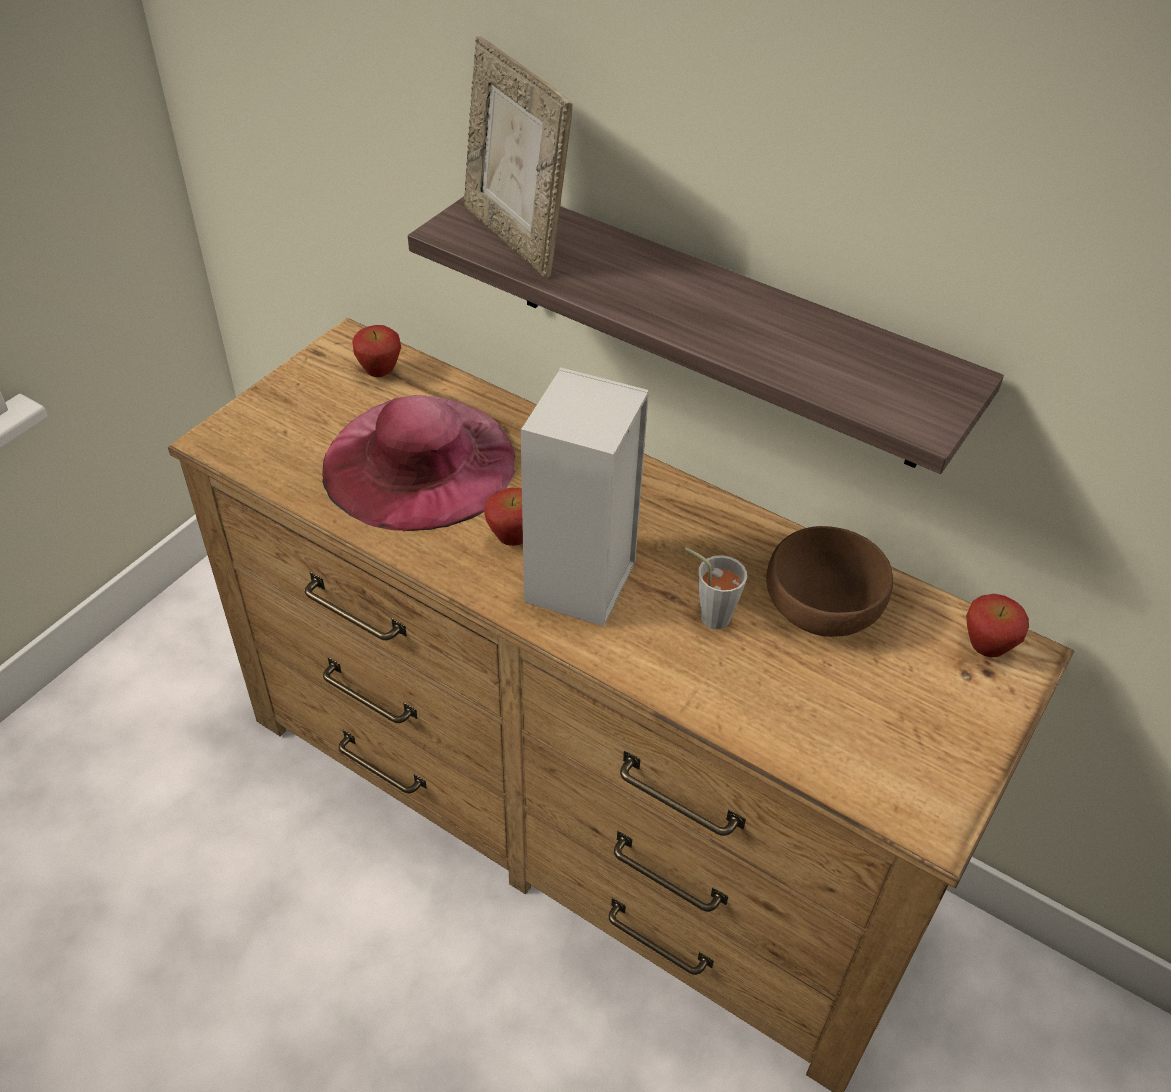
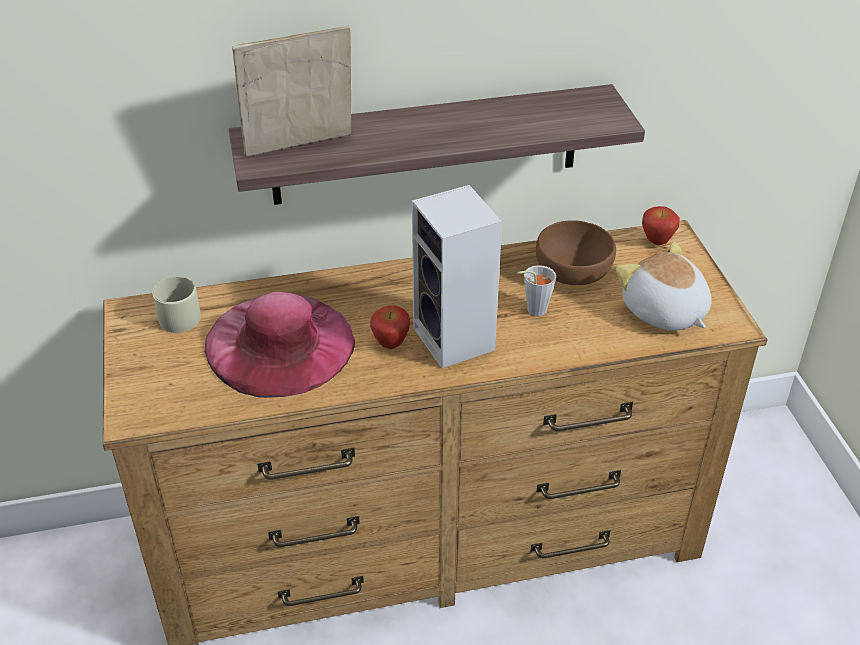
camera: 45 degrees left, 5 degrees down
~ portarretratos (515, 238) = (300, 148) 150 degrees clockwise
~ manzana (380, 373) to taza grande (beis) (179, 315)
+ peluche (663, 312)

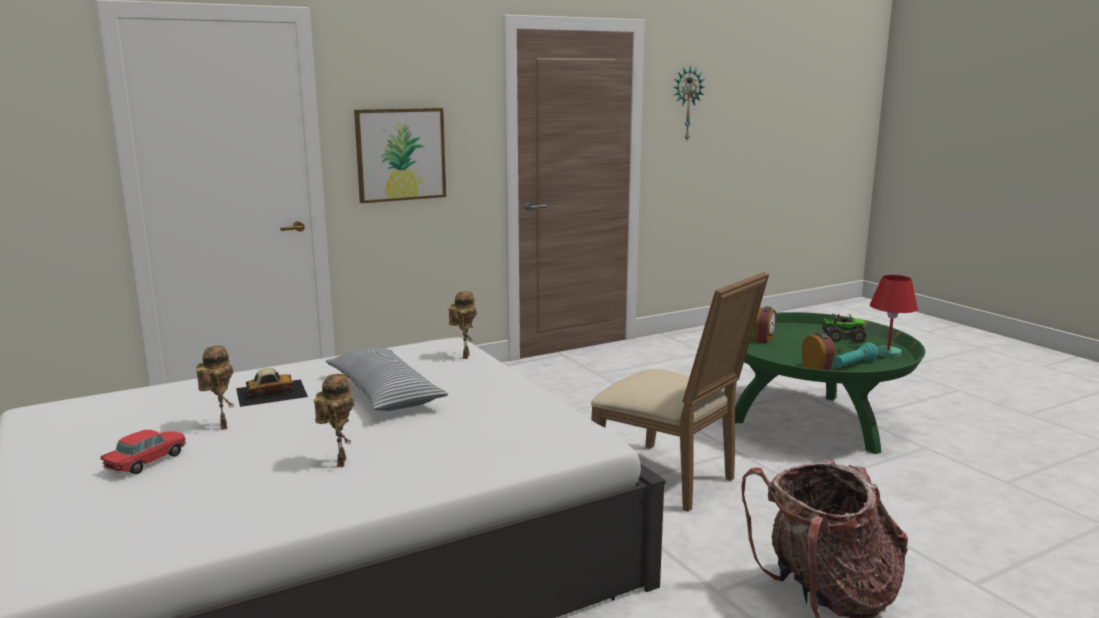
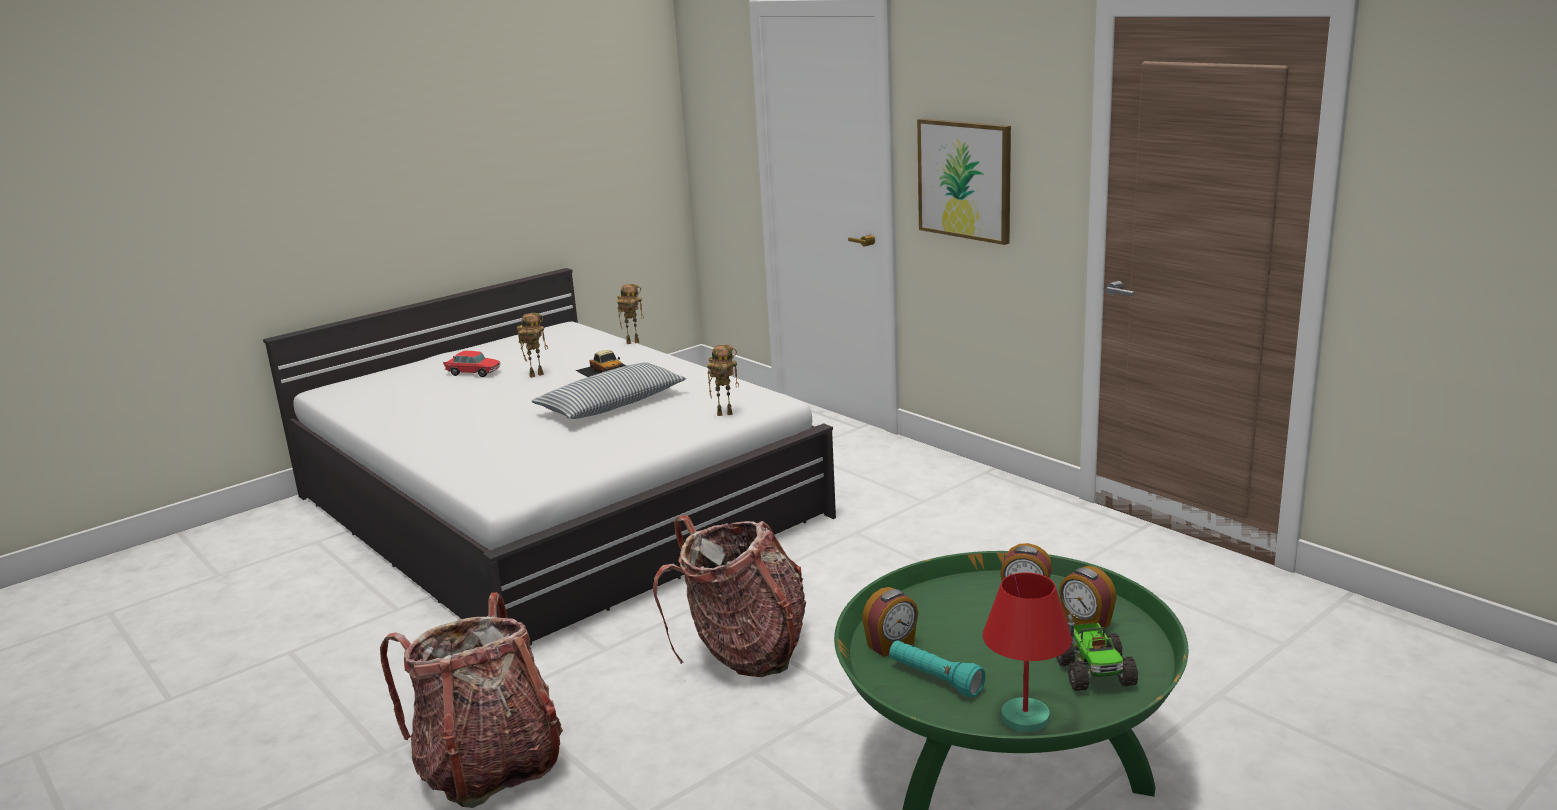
camera: 80 degrees right, 5 degrees up
- reloj de pared (686, 104)
~ silla (beis) (671, 480) to mochila (744, 652)
~ robot de juguete (339, 462) to (633, 342)
+ despertador (1085, 623)

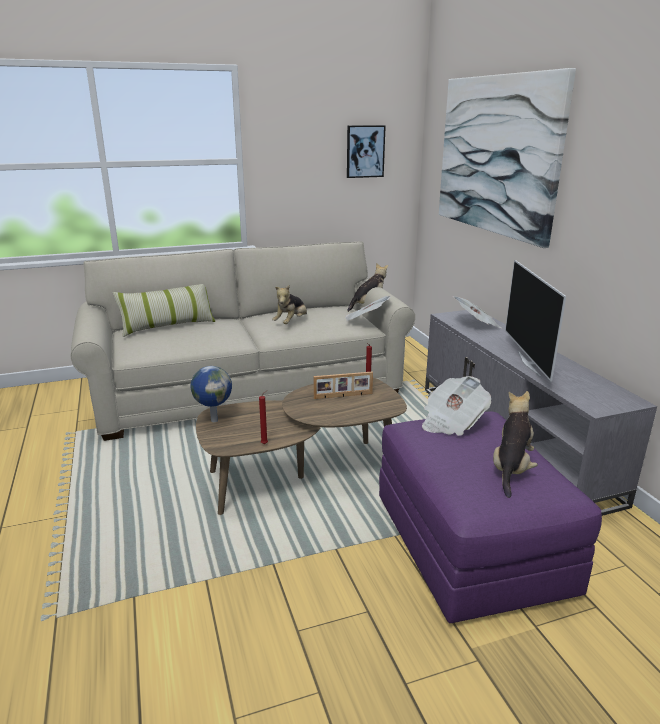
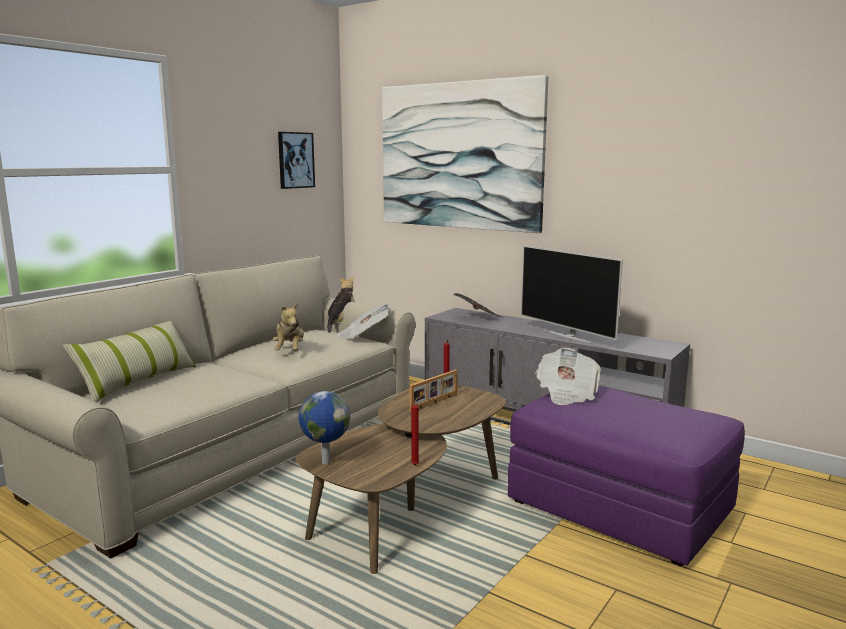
camera: 35 degrees left, 10 degrees down
- peluche (511, 469)

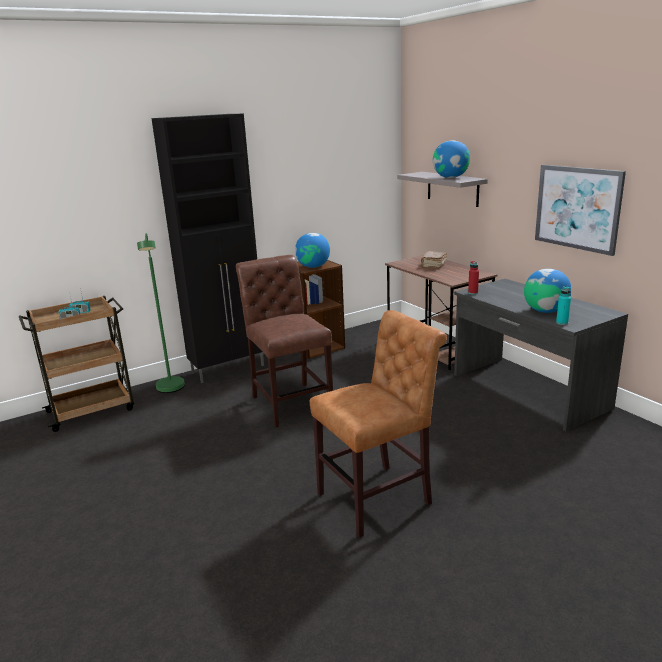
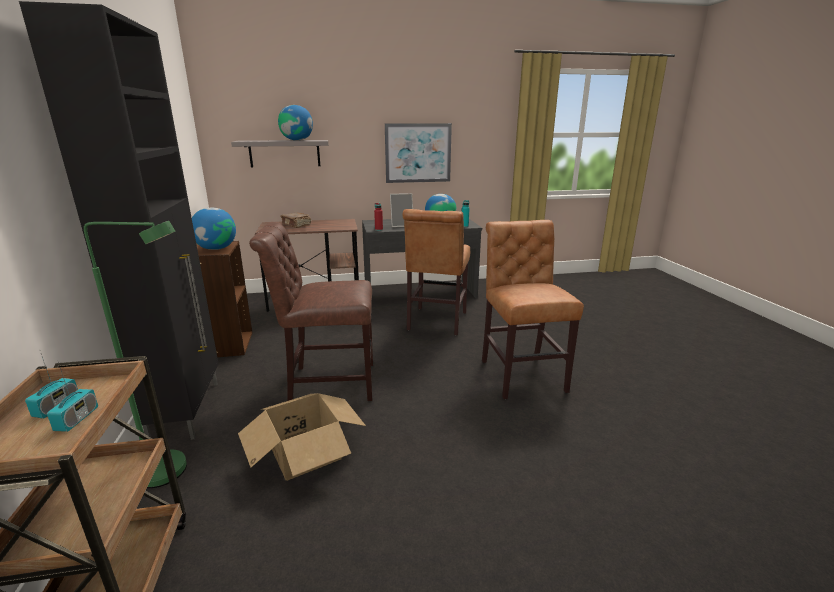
camera: 70 degrees left, 0 degrees up
+ portarretratos (402, 225)
+ silla (marrón) (436, 322)
+ caja de cartón (304, 452)

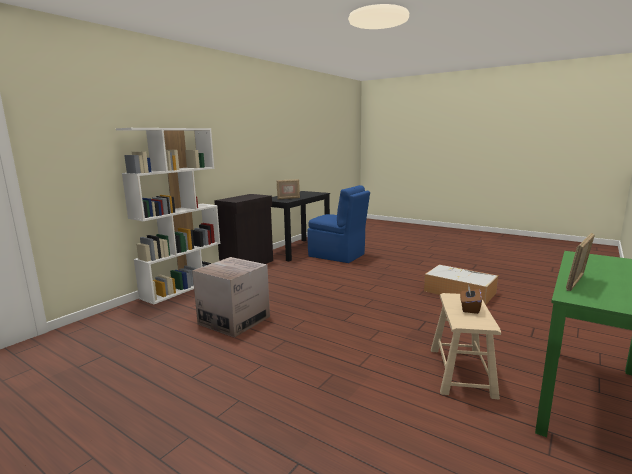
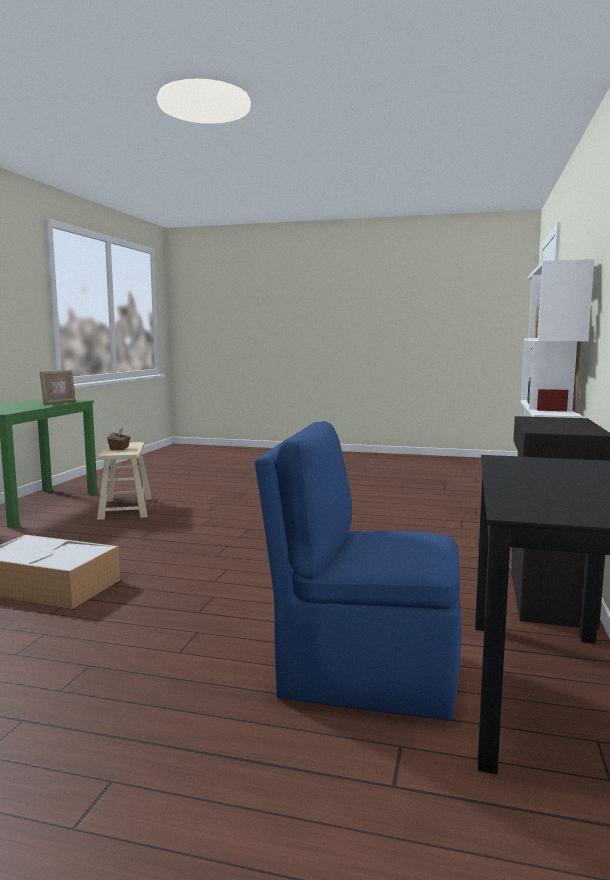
camera: 160 degrees right, 5 degrees down
- portarretratos (288, 198)
- caja de cartón (234, 320)

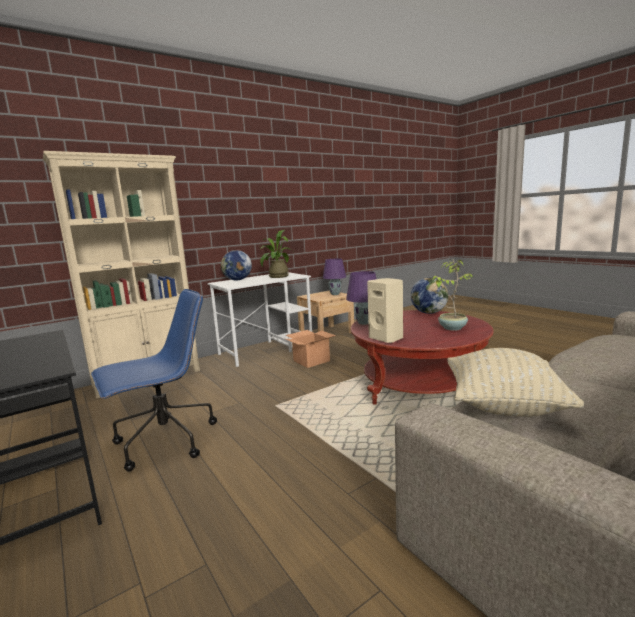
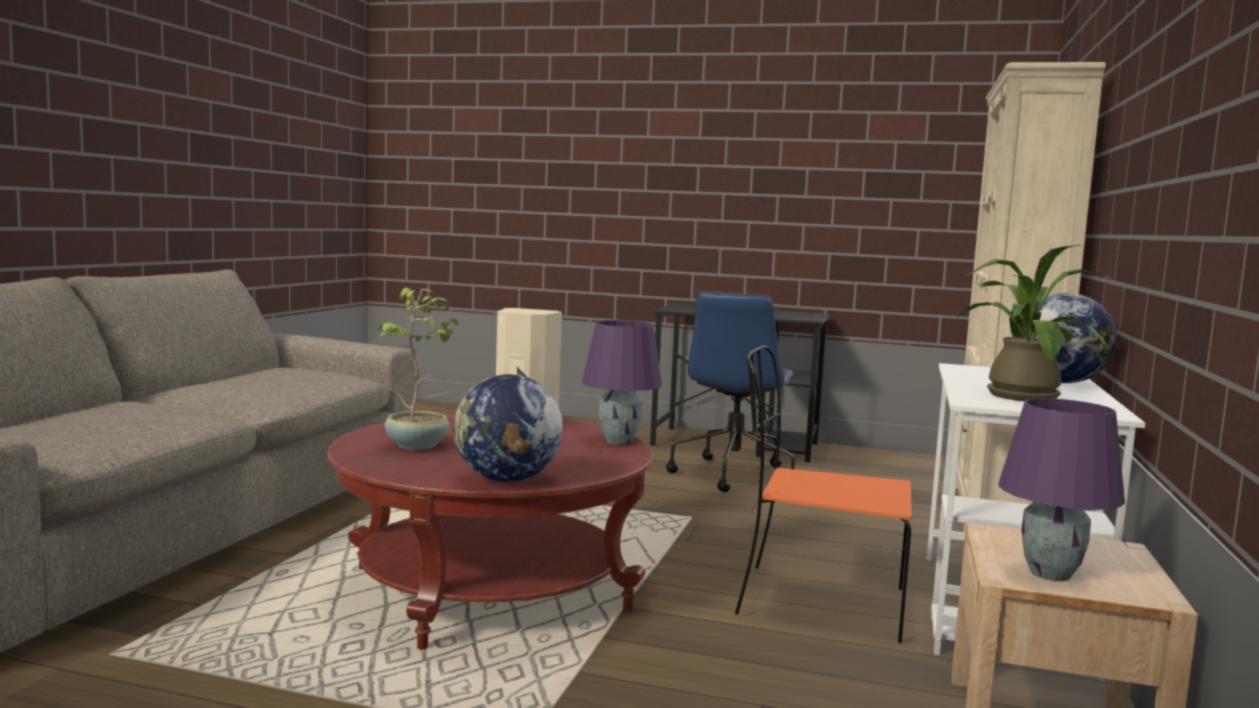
camera: 140 degrees right, 5 degrees down
~ caja de cartón (311, 361) to silla (naranja) (816, 602)
- cojín (beis) (503, 406)

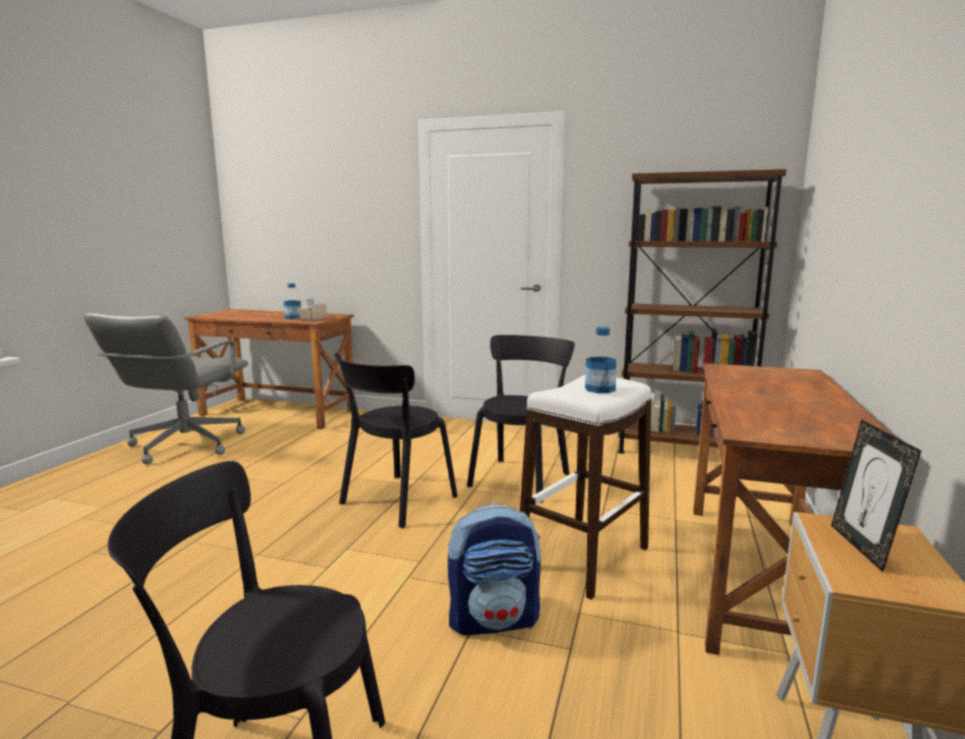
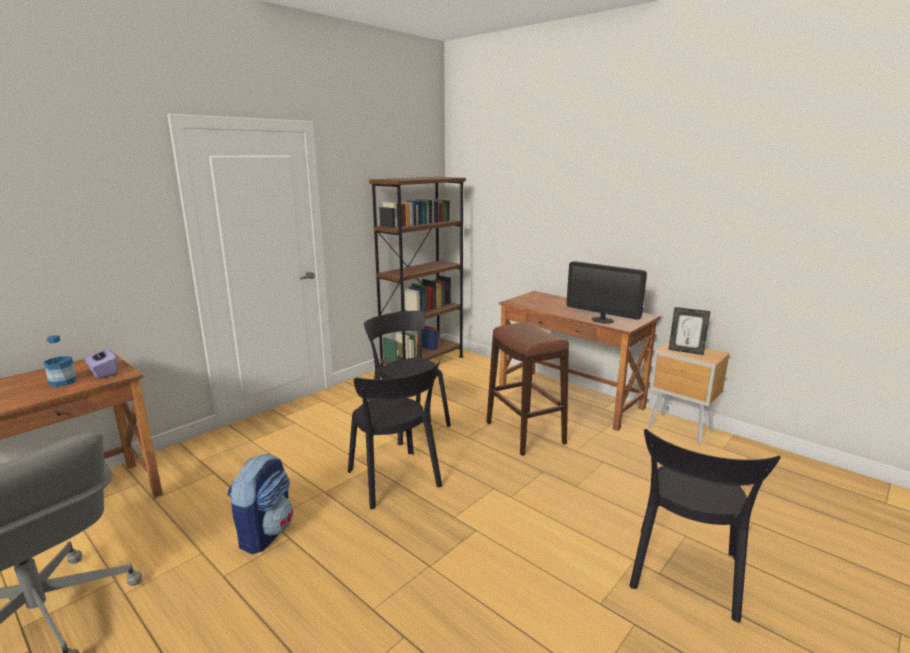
camera: 65 degrees left, 5 degrees up
~ caja de pañuelos (beis) (312, 319) to caja de pañuelos (morado) (103, 373)
- botella (600, 389)
~ taburete (blanco) (583, 556) to taburete (marrón) (524, 433)
~ mochila (494, 620) to (265, 532)
+ monitor (602, 320)

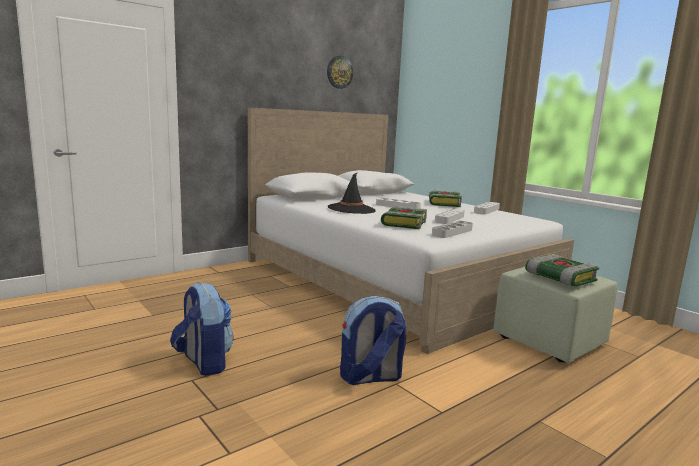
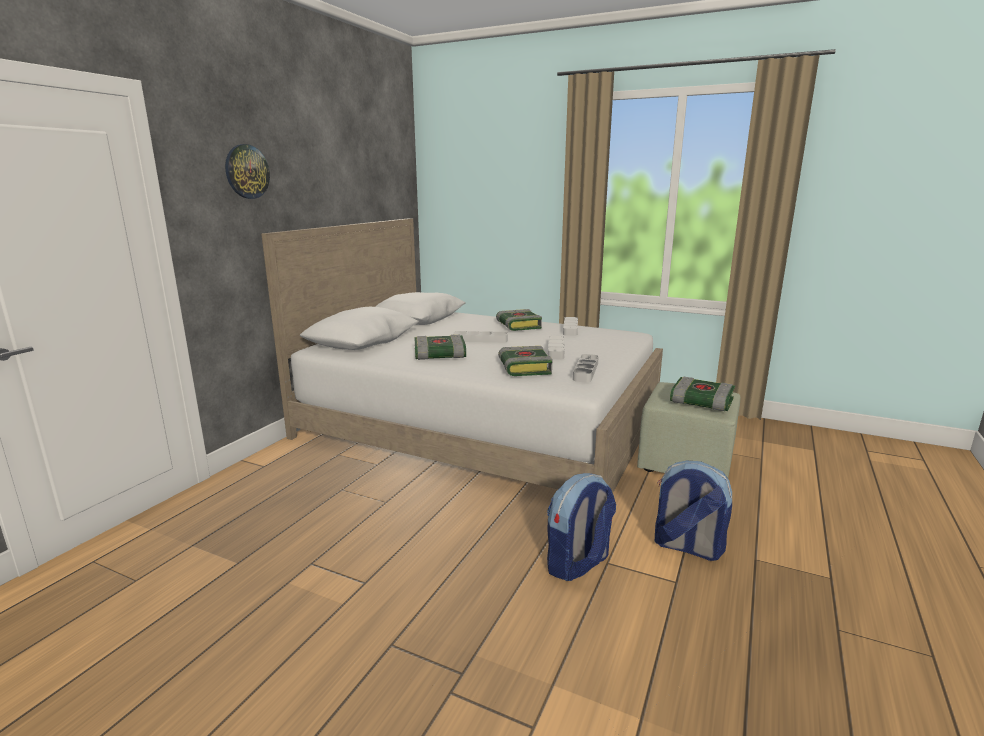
camera: 25 degrees left, 5 degrees up
~ reloj de pared (339, 72) to (246, 171)
~ sombrero (negro) (351, 209) to libro (439, 355)
~ mochila (203, 362) to (686, 547)

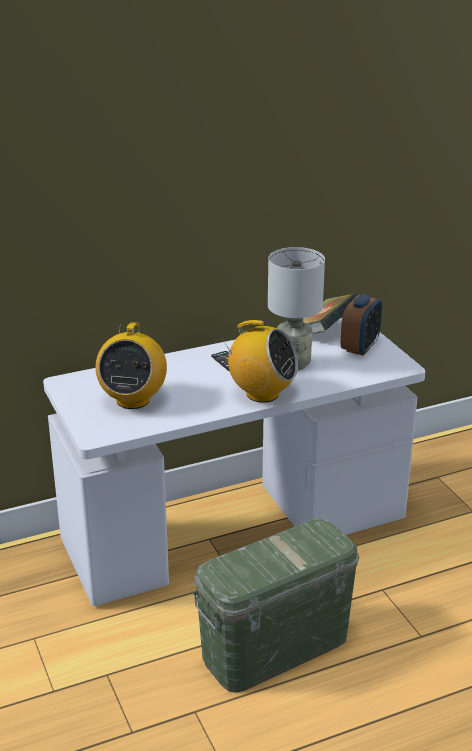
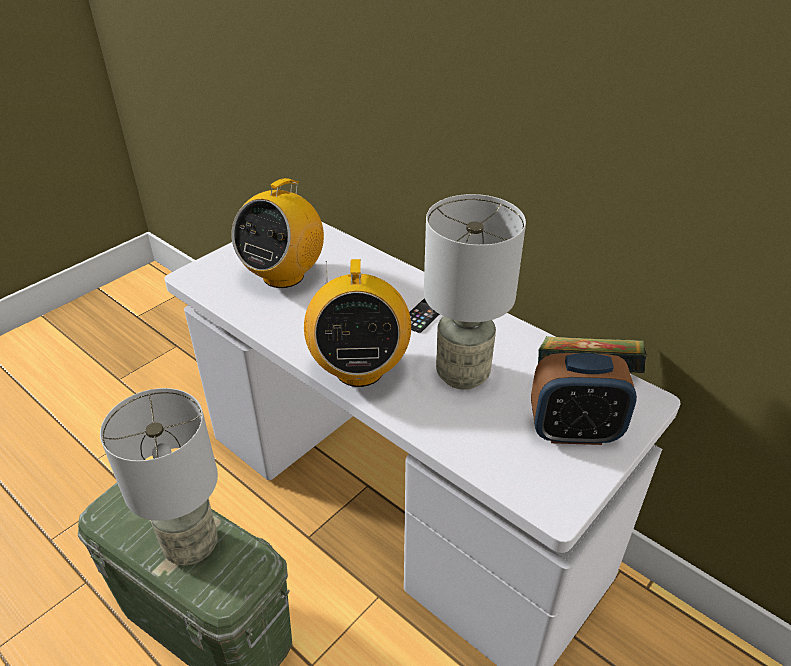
camera: 65 degrees right, 10 degrees up
~ radio (133, 400) = (283, 275) 45 degrees counterclockwise
+ lámpara de mesa (gris) (190, 545)

